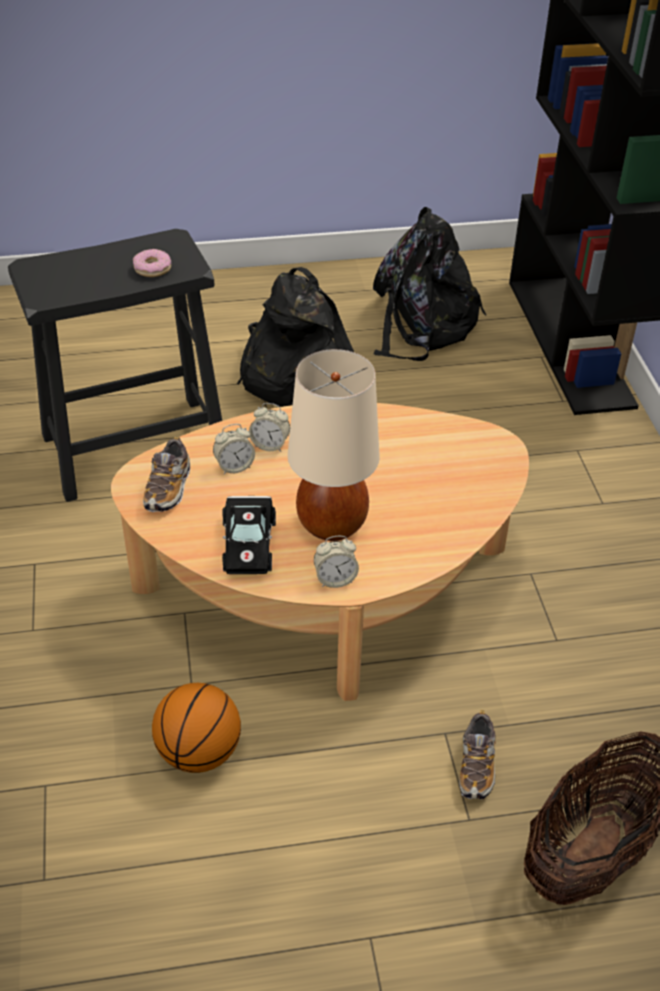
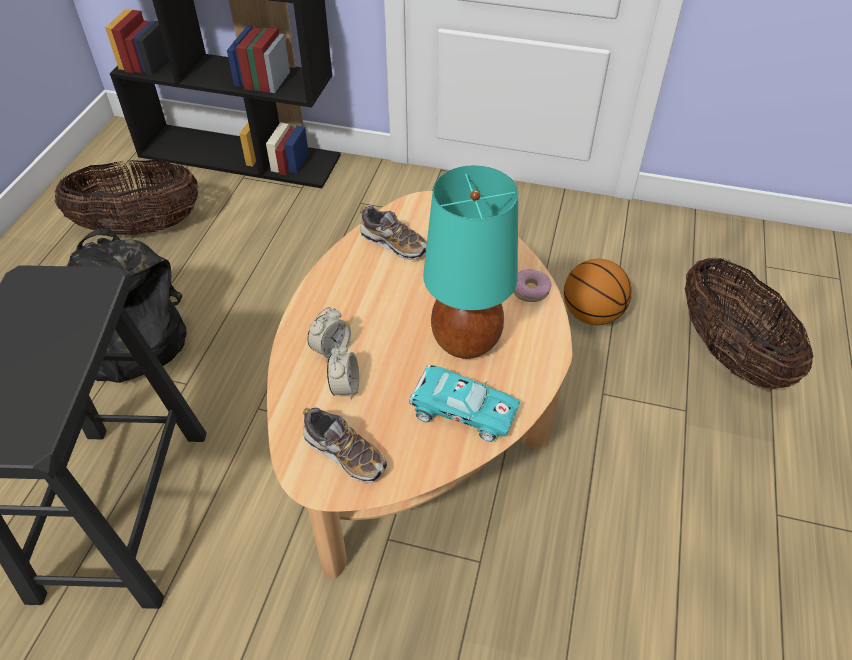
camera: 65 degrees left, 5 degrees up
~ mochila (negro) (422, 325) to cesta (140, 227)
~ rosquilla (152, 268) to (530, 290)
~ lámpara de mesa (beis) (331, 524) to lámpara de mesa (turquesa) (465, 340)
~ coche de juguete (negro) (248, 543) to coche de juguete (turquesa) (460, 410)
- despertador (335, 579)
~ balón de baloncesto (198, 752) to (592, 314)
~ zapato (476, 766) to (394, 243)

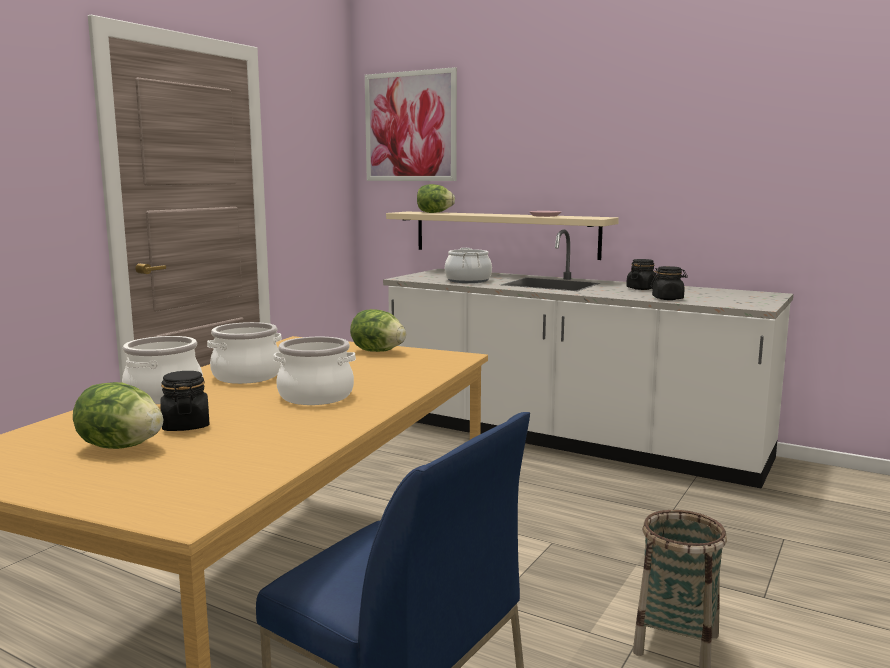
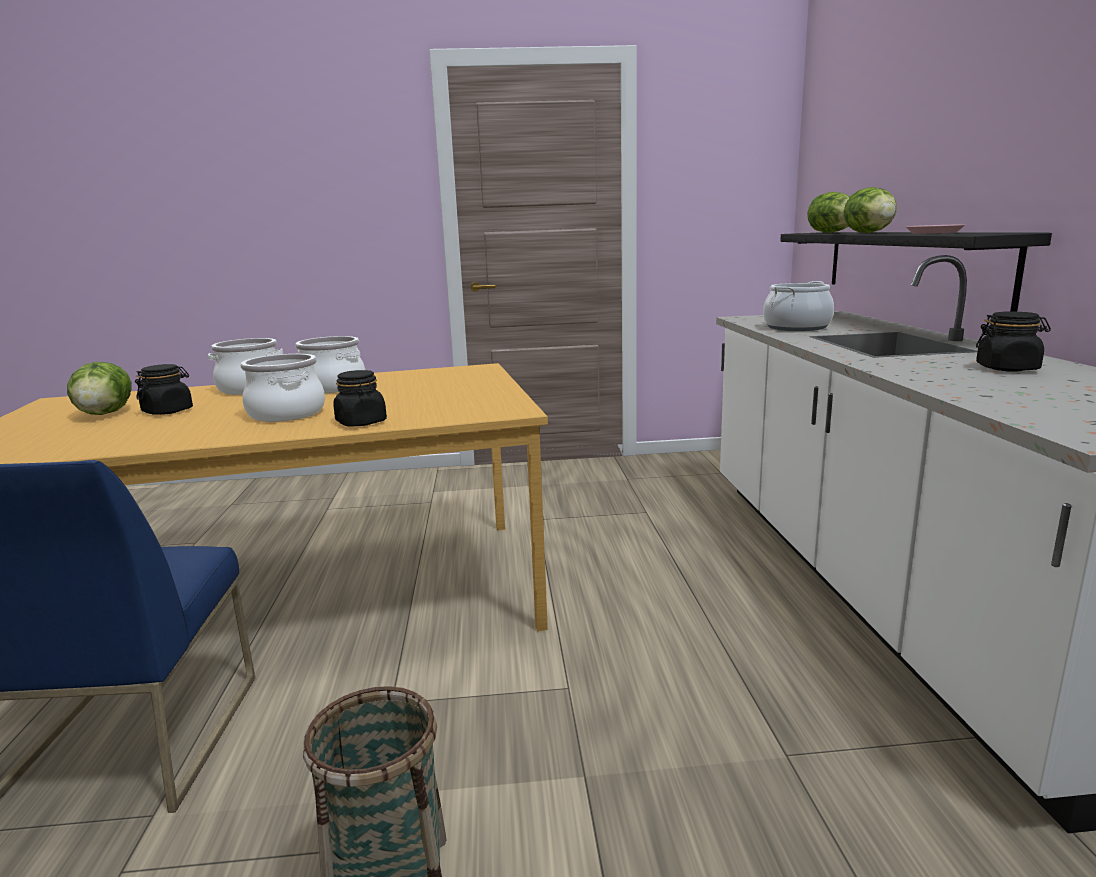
camera: 55 degrees right, 5 degrees up
- cuadro (410, 126)
~ estante (beis) (504, 234) to estante (negro) (909, 264)
~ tarro (negro) (667, 298) to (361, 422)
~ lechuga (378, 351) to (869, 233)

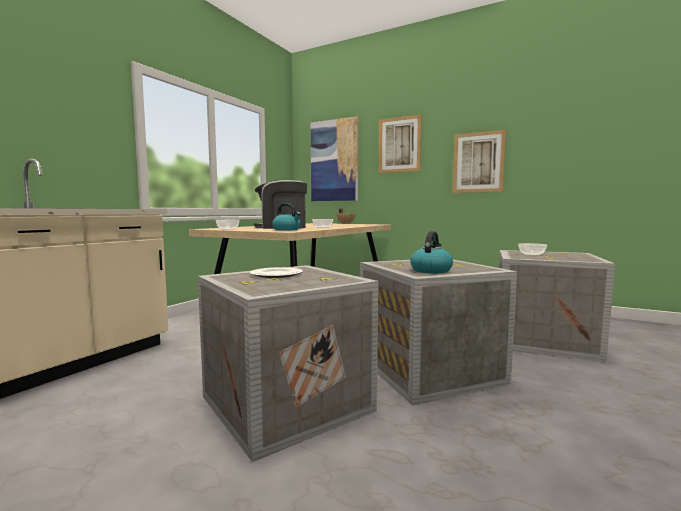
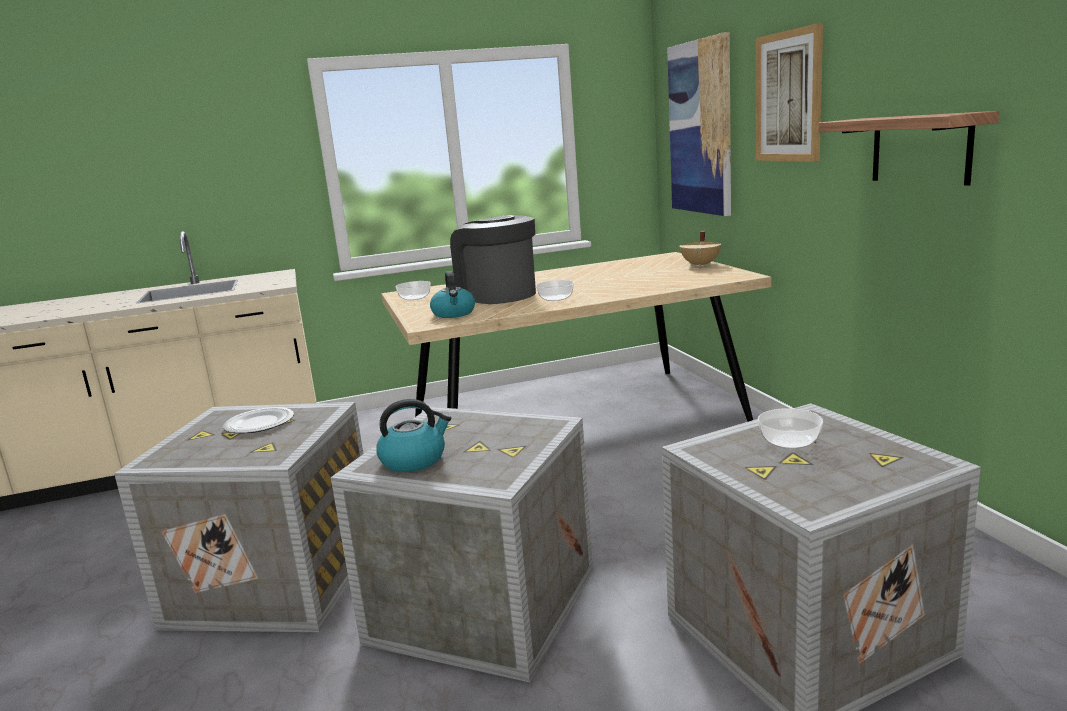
camera: 45 degrees right, 10 degrees up
~ cuadro (478, 162) to estante (920, 149)

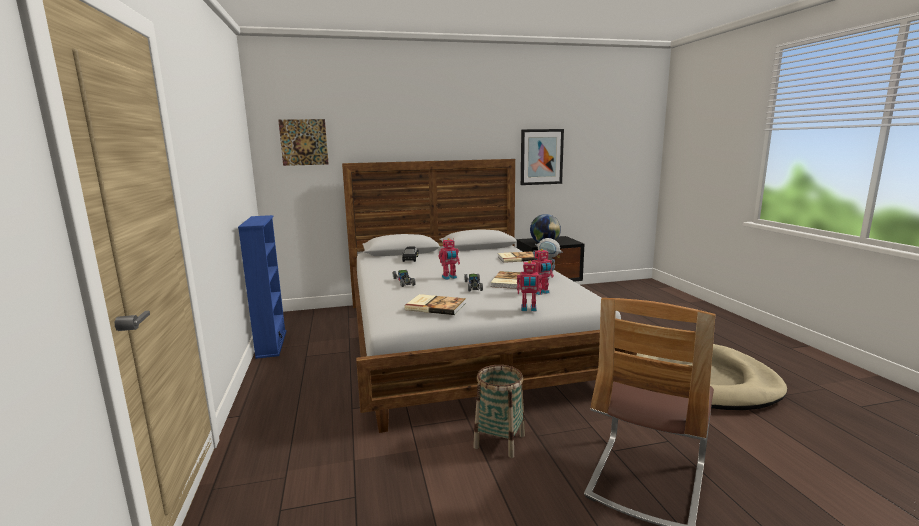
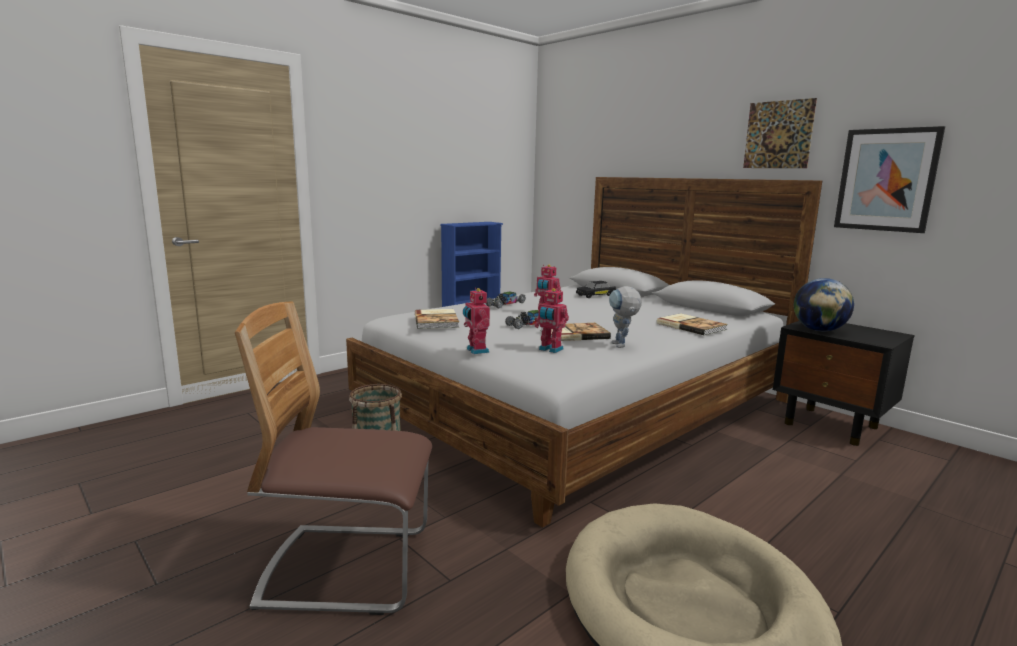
camera: 60 degrees right, 0 degrees up
~ cuadro (304, 142) to (778, 134)

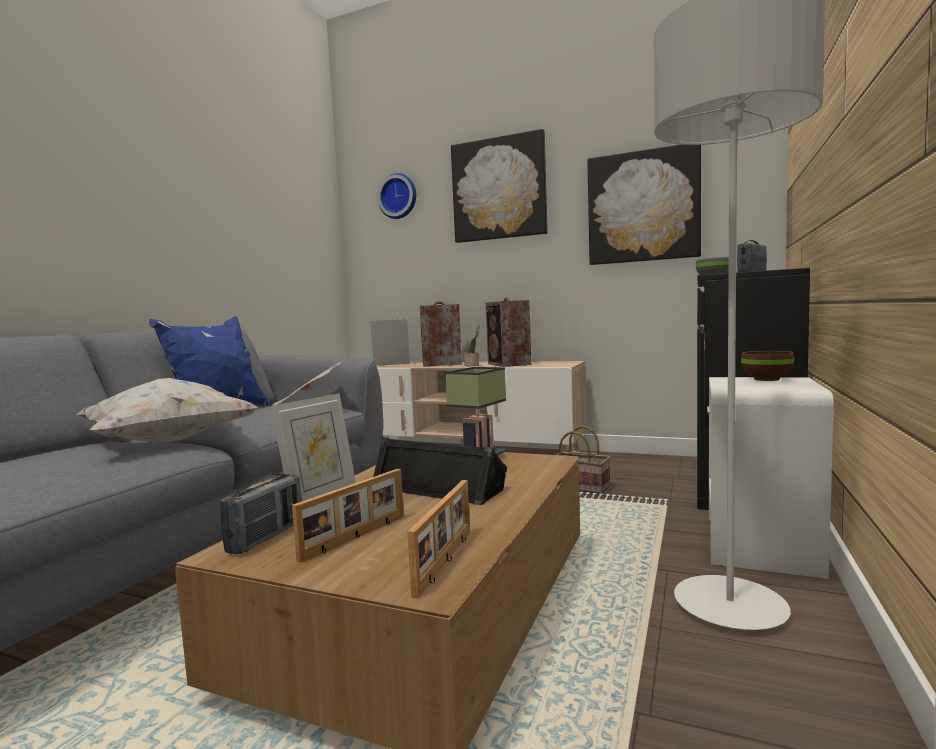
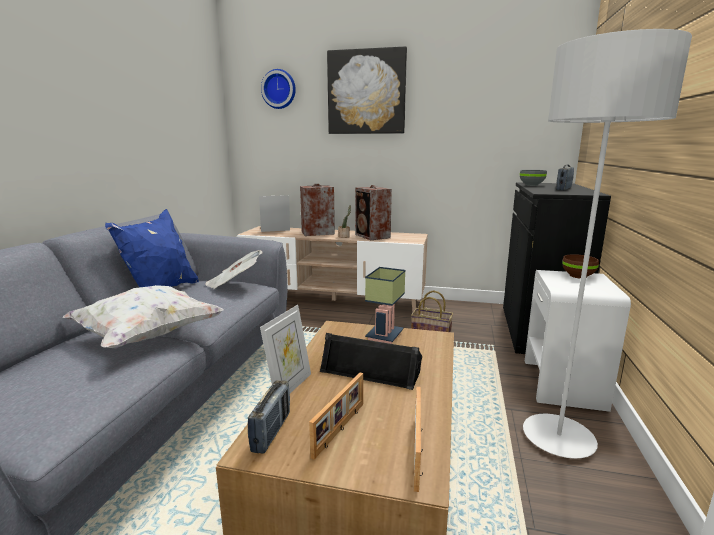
camera: 10 degrees left, 10 degrees up
- cuadro (643, 207)

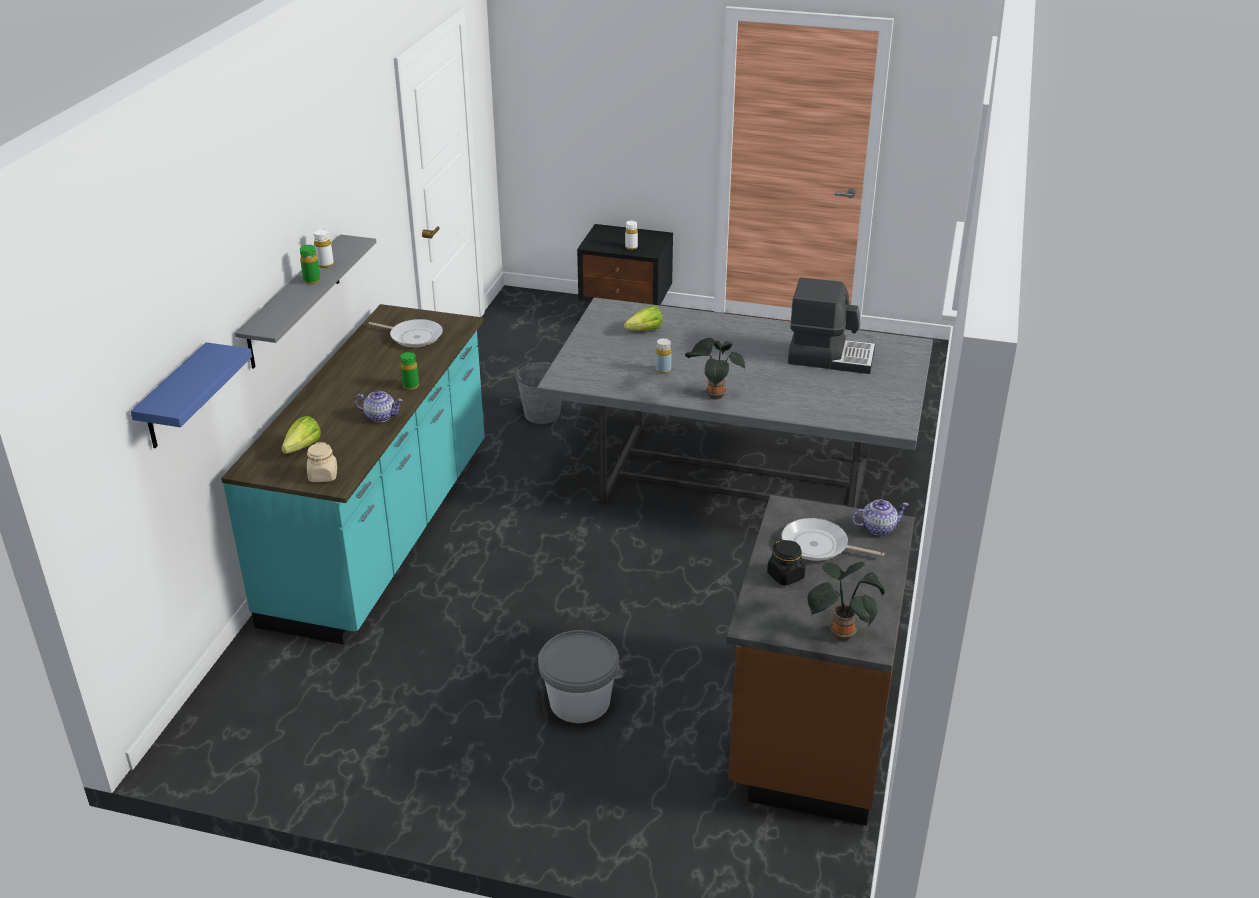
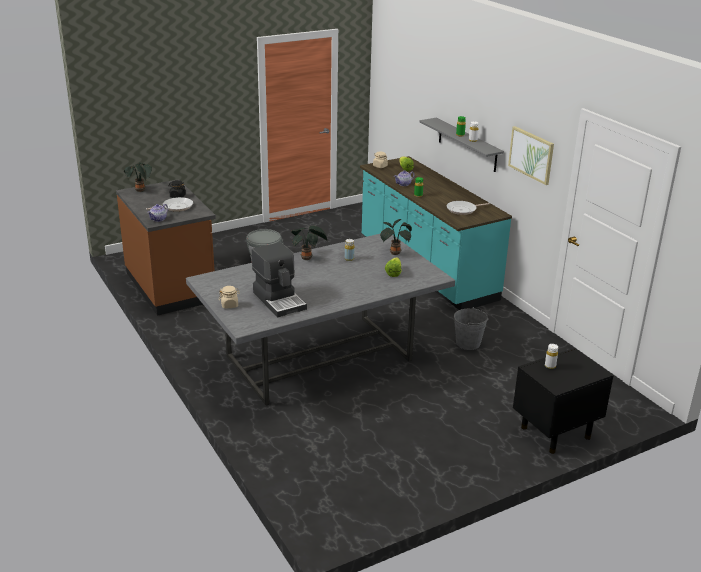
camera: 135 degrees right, 5 degrees down
~ cafetera (830, 357) = (280, 300) 90 degrees counterclockwise
- estante (azul) (174, 398)
+ cuadro (531, 155)
+ planta en maceta (394, 252)
+ tarro (beis) (229, 305)

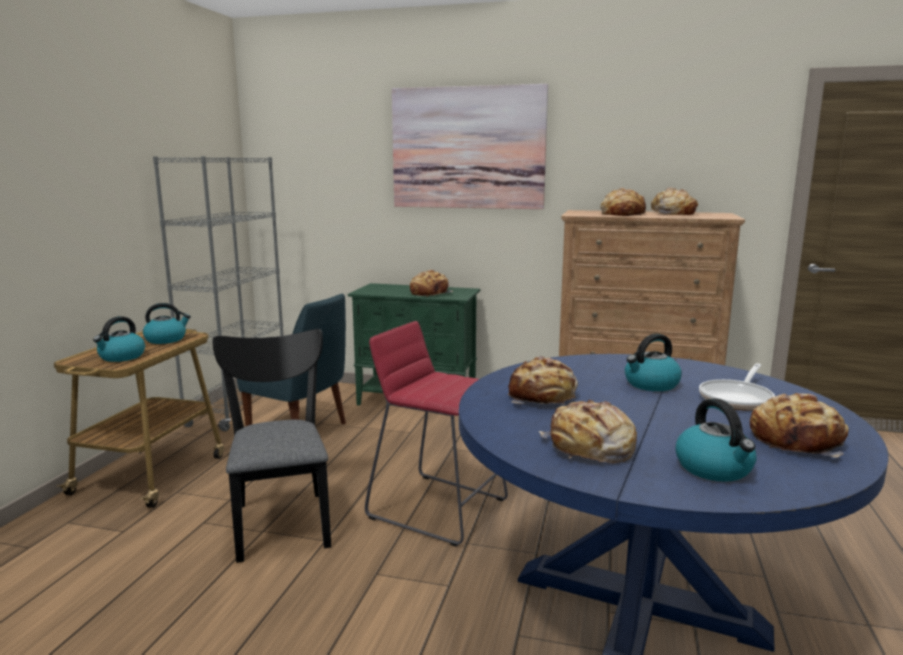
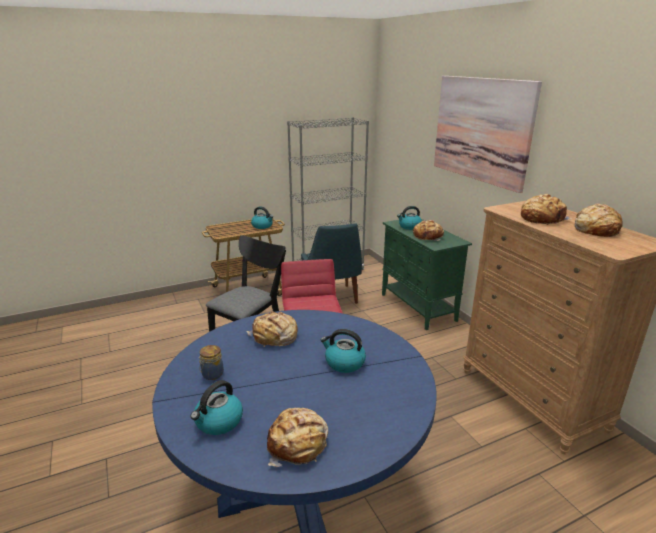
camera: 50 degrees right, 10 degrees up
~ hervidor (121, 357) to (409, 227)
- sartén (737, 399)
~ pan (590, 448) to tarro (212, 375)

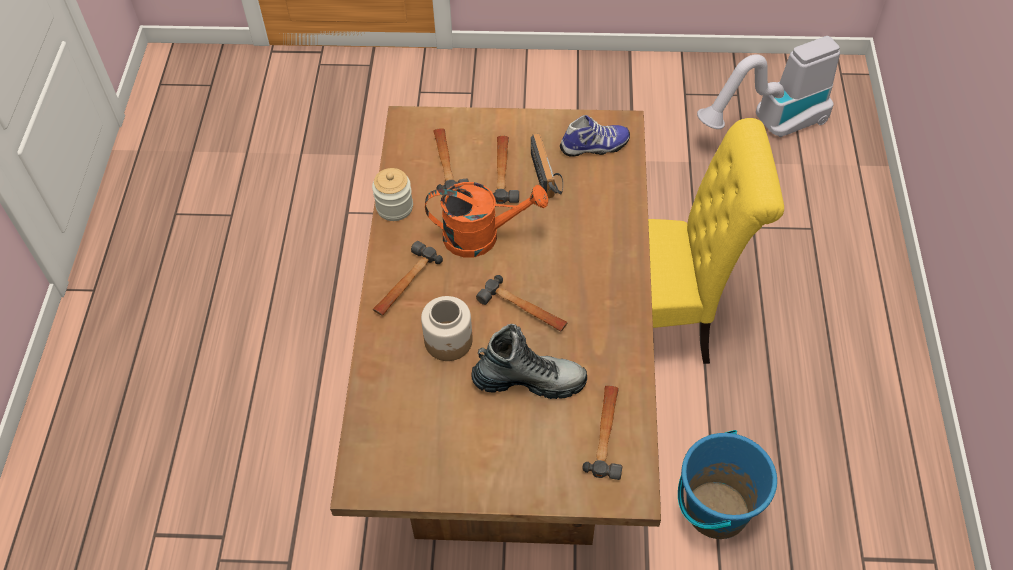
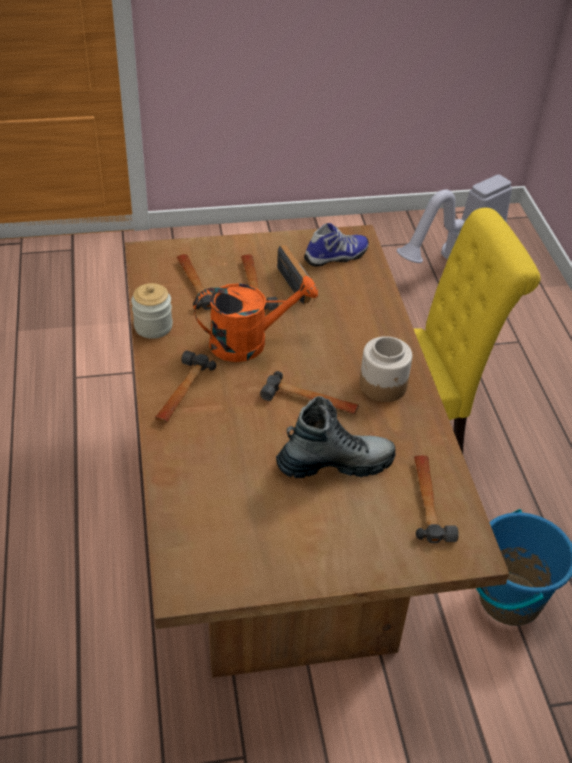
camera: 15 degrees left, 10 degrees down
~ tarro (449, 341) to (383, 385)

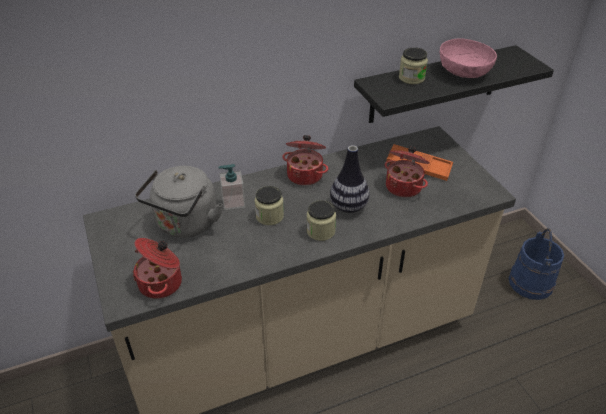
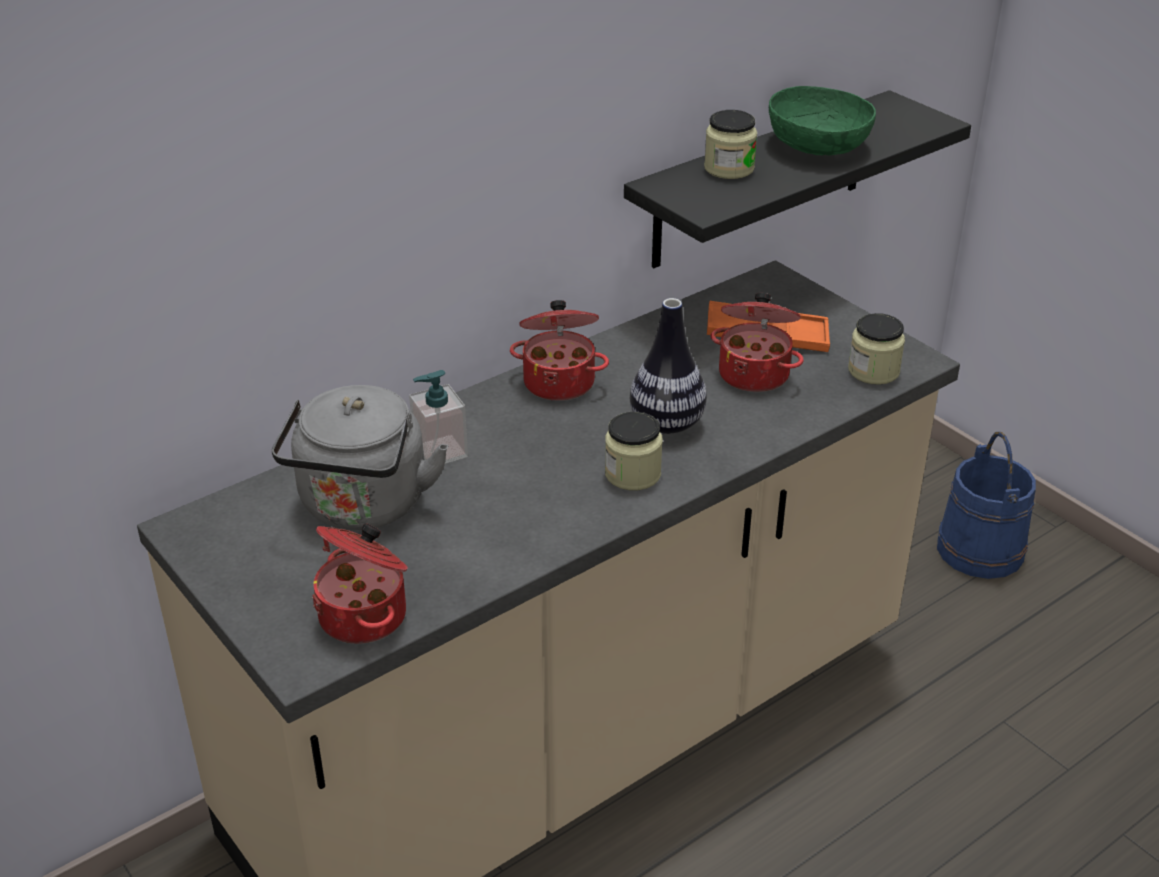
camera: 15 degrees left, 5 degrees down
~ cuenco (rosa) (464, 72) to cuenco (verde) (818, 146)
~ tarro (269, 216) to (873, 371)

